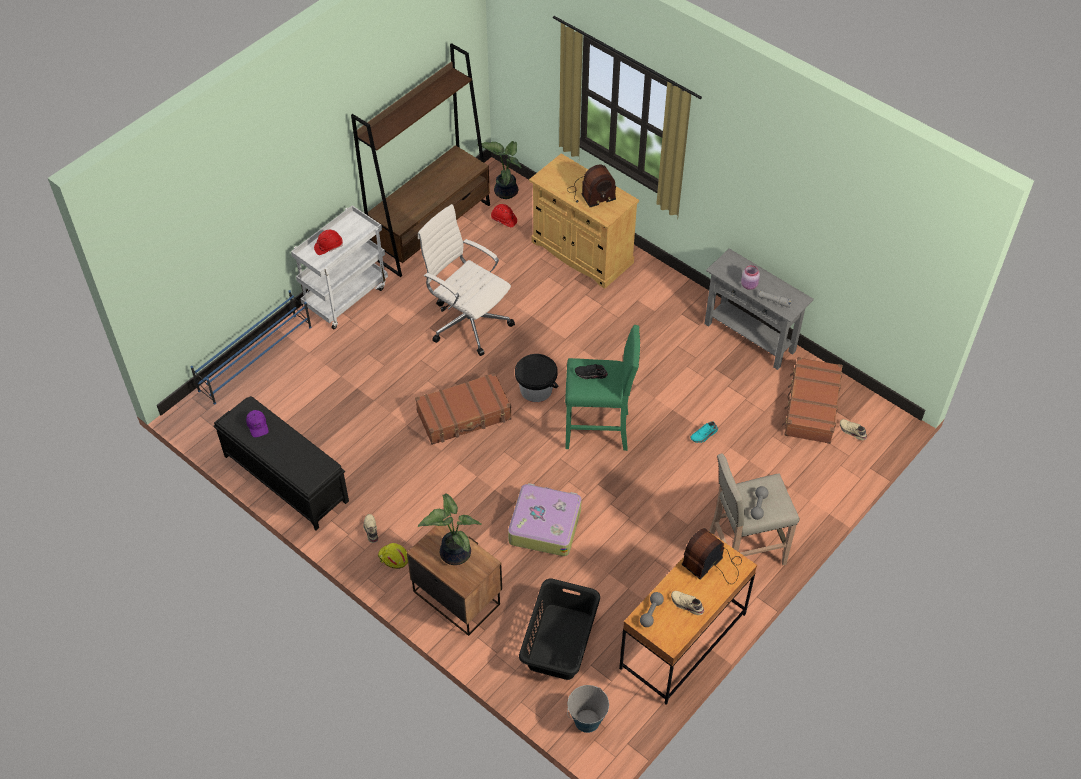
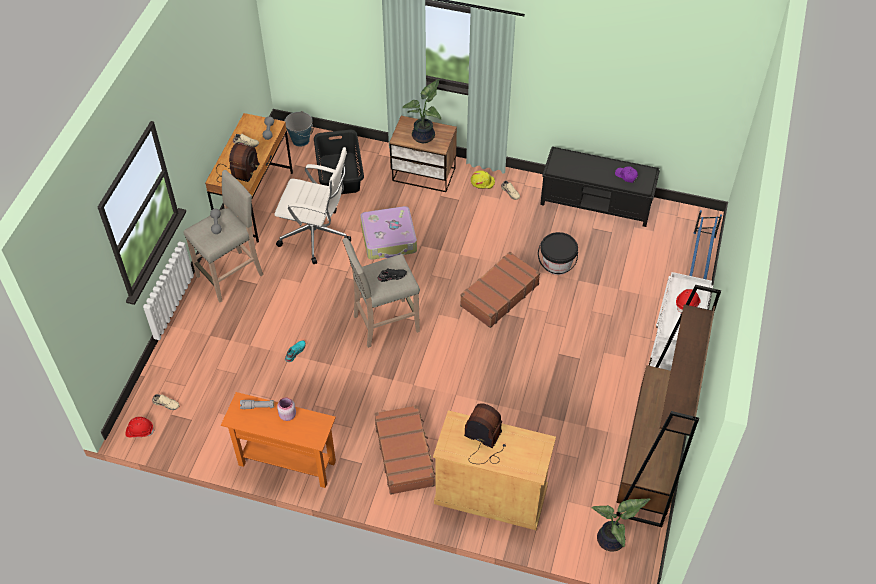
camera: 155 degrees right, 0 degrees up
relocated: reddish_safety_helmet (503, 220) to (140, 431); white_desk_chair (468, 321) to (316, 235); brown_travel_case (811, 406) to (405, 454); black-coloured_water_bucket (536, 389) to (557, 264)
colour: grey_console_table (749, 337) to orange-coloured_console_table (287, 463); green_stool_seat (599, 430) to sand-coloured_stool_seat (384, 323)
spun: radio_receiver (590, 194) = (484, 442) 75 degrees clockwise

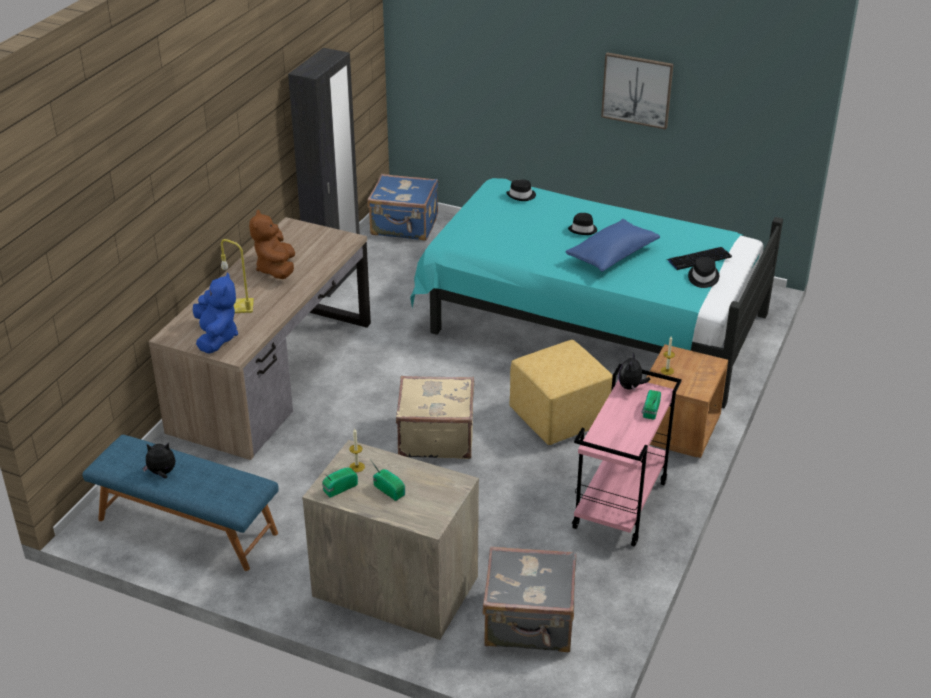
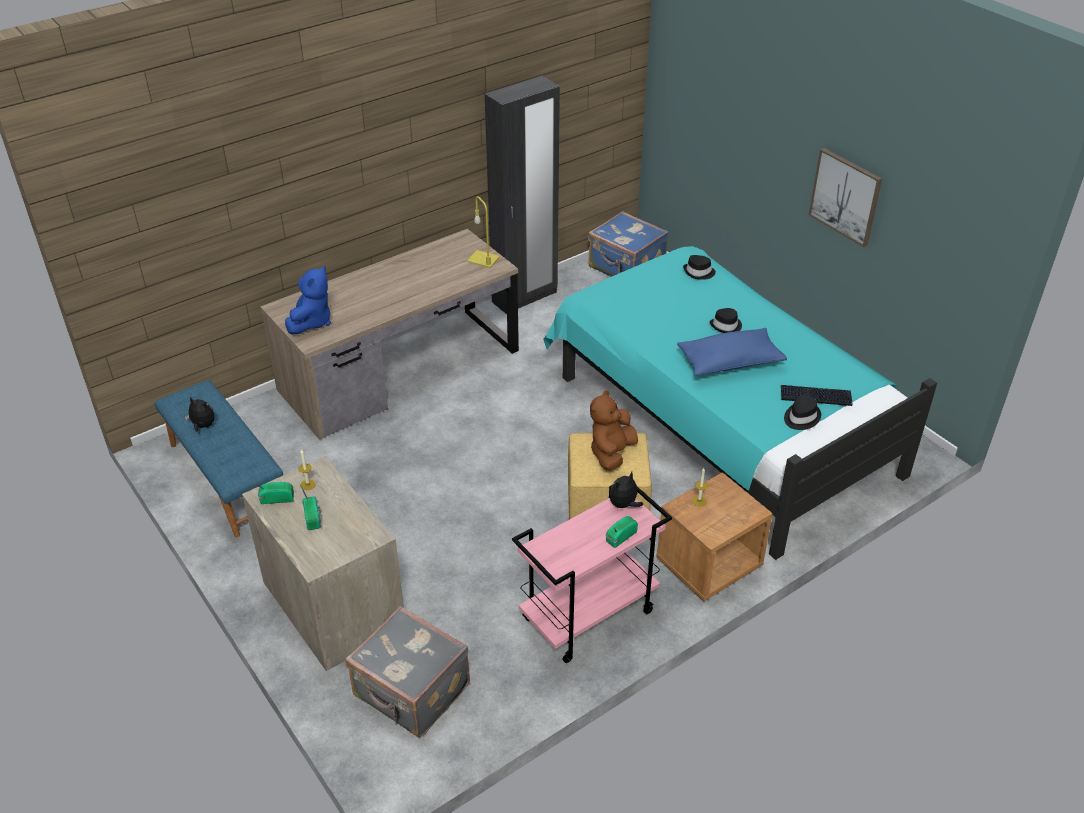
camera: 30 degrees right, 5 degrees up
missing: sand-coloured_travel_case (435, 437)
relocated: yellow-coloured_tabletop_lamp (239, 306) to (484, 259); brown_plush_toy (276, 269) to (611, 453)

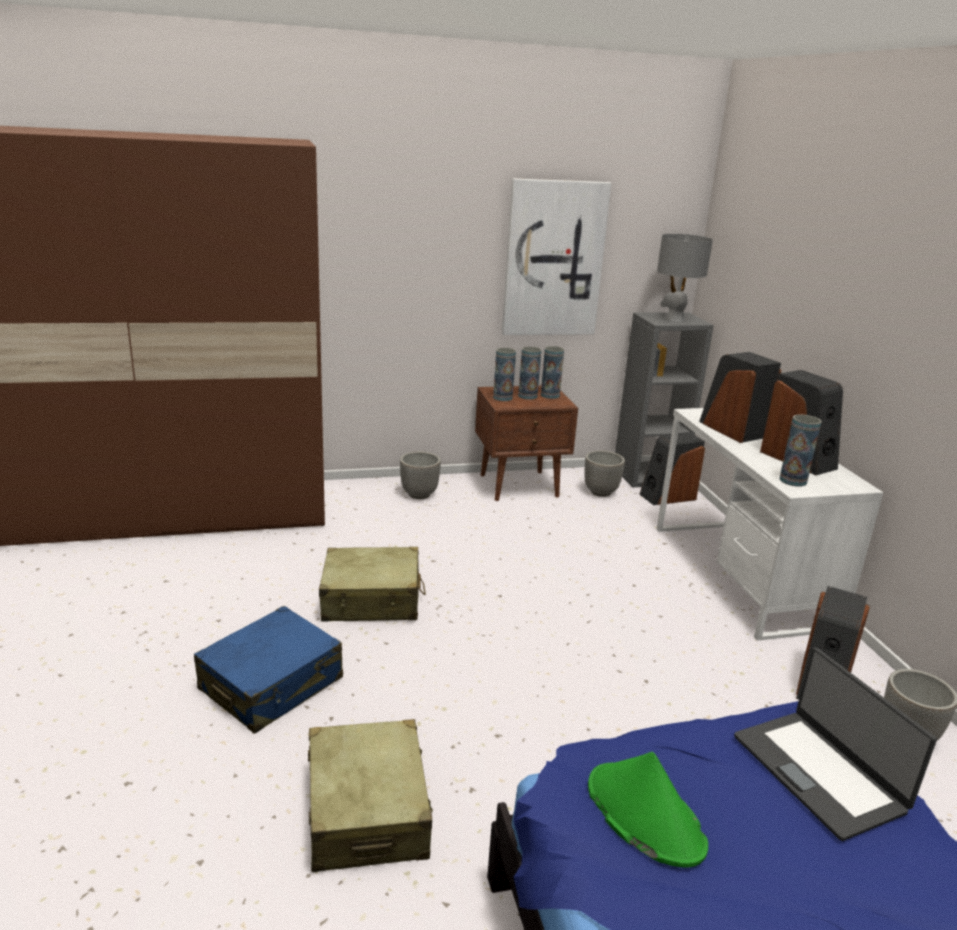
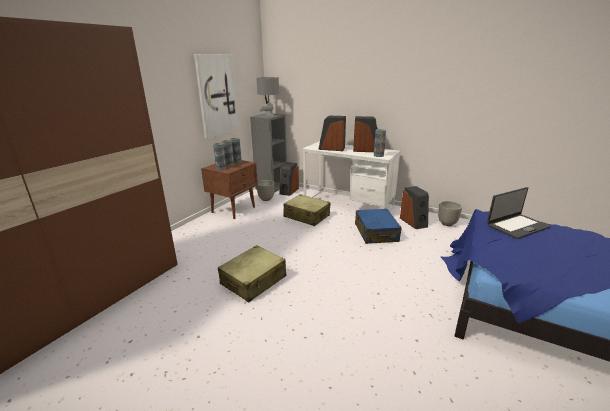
camera: 45 degrees left, 0 degrees up
missing: plant_pot (419, 495); green_hat (644, 815)
relocated: sand-coloured_travel_case (367, 811) to (306, 216); bluish_travel_case (272, 684) to (376, 233)
spun: notebook_computer (819, 772) = (517, 226) 45 degrees counterclockwise

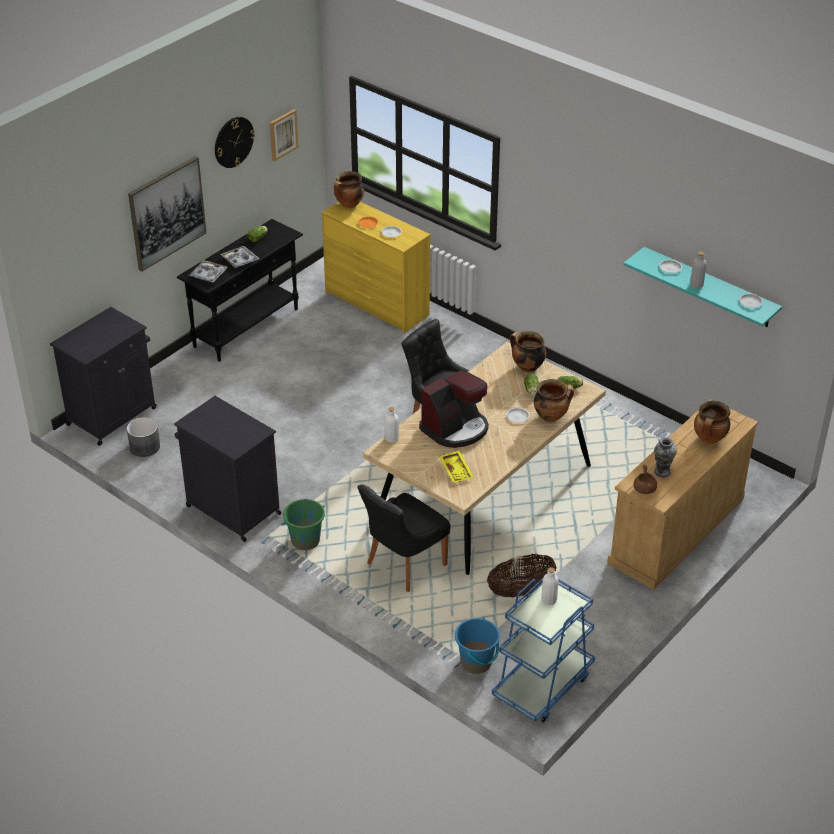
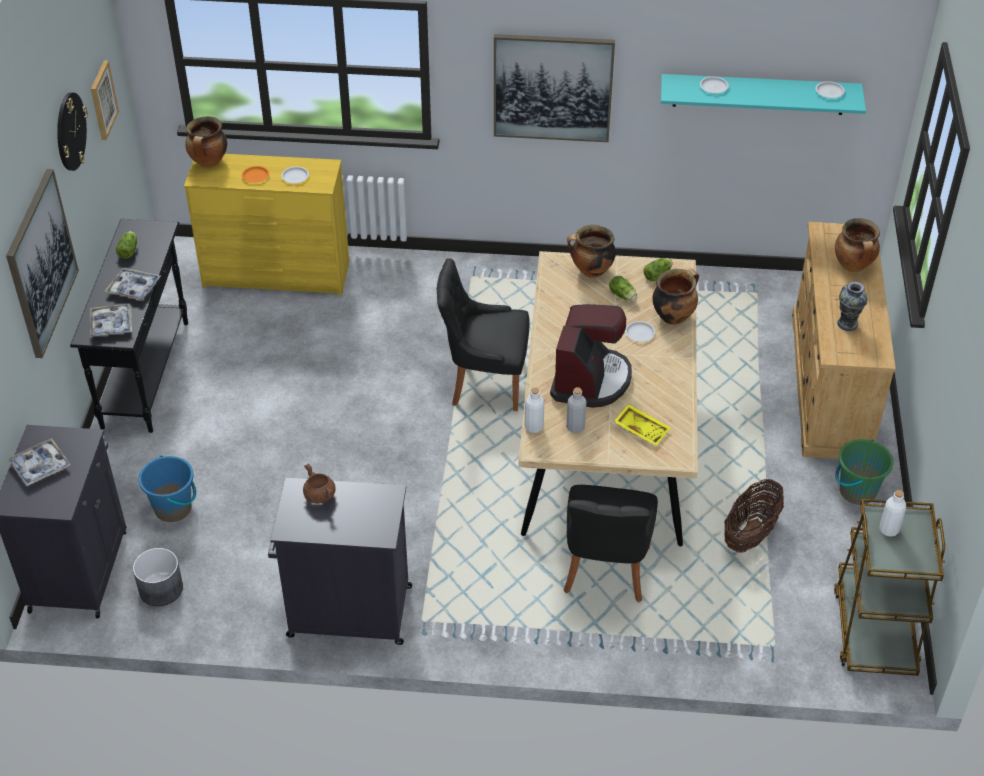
camera: 35 degrees left, 5 degrees up
appeared: serving_tray (40, 466); wall_art (552, 87)
relocated: bluish_water_bucket (476, 662) to (173, 508); brown_saucepot (644, 489) to (319, 495); grey_bottle (696, 285) to (575, 427); green_water_bucket (305, 540) to (857, 491)
colour: bluish_trolley (542, 685) to brown_trolley (874, 629)

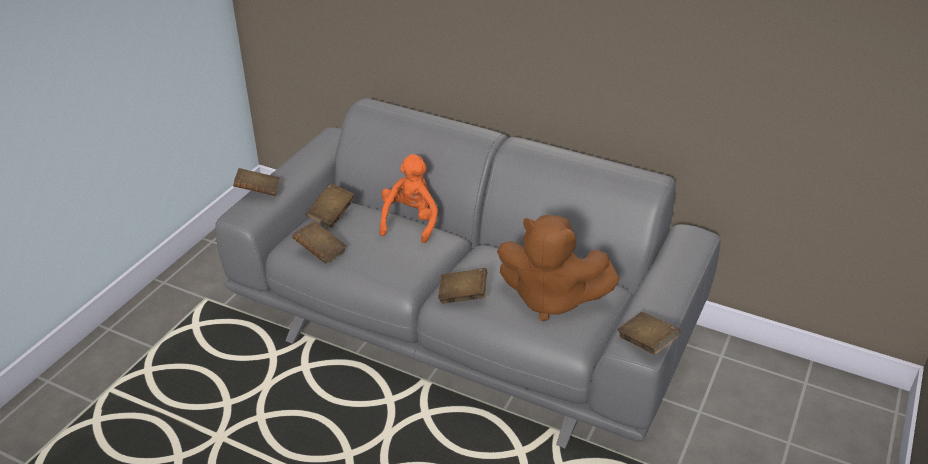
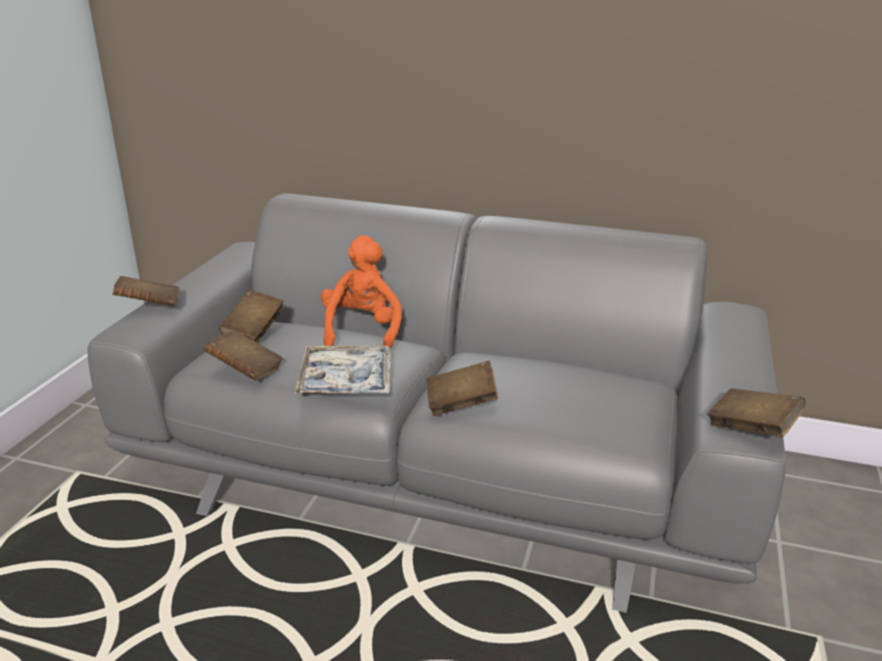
camera: 10 degrees left, 10 degrees down
missing: brown_plush_toy (550, 299)
appeared: serving_tray (346, 380)

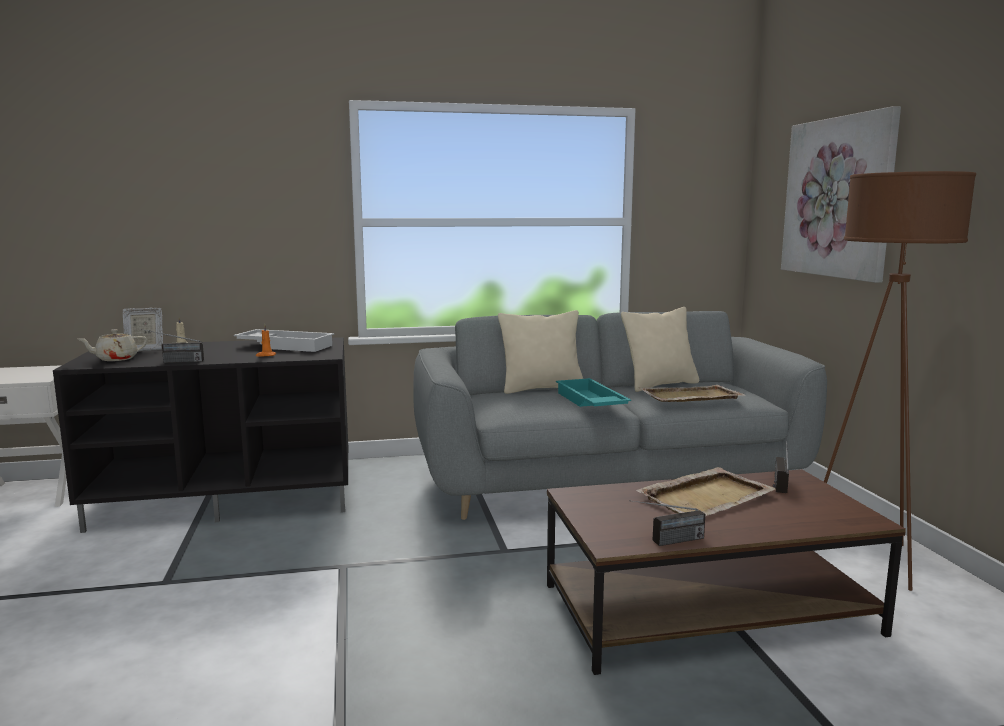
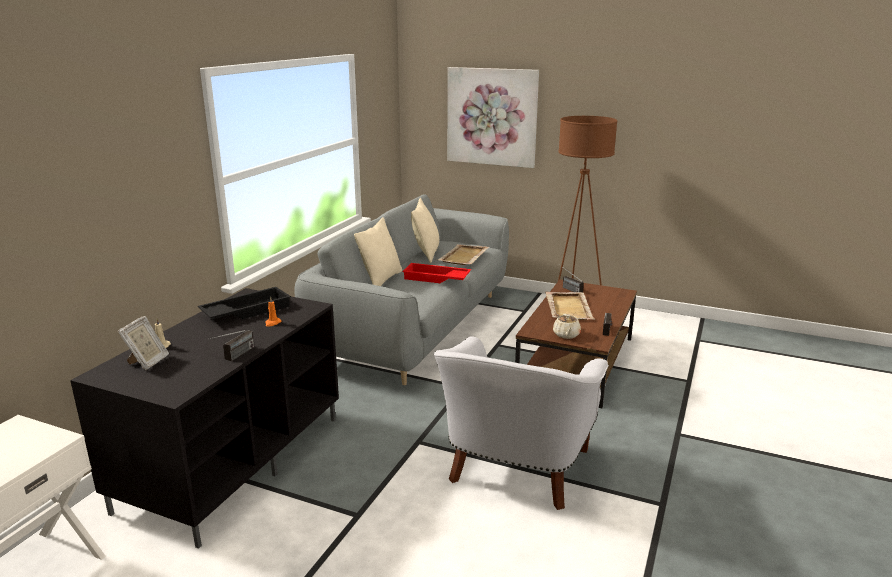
camera: 55 degrees left, 10 degrees up
appeared: white_armchair (516, 469)
relocated: sand-coloured_teapot (116, 359) to (566, 335)
colour: white_serving_tray (286, 346) to black-coloured_serving_tray (246, 311); turquoise_serving_tray (589, 402) to reddish_serving_tray (435, 278)

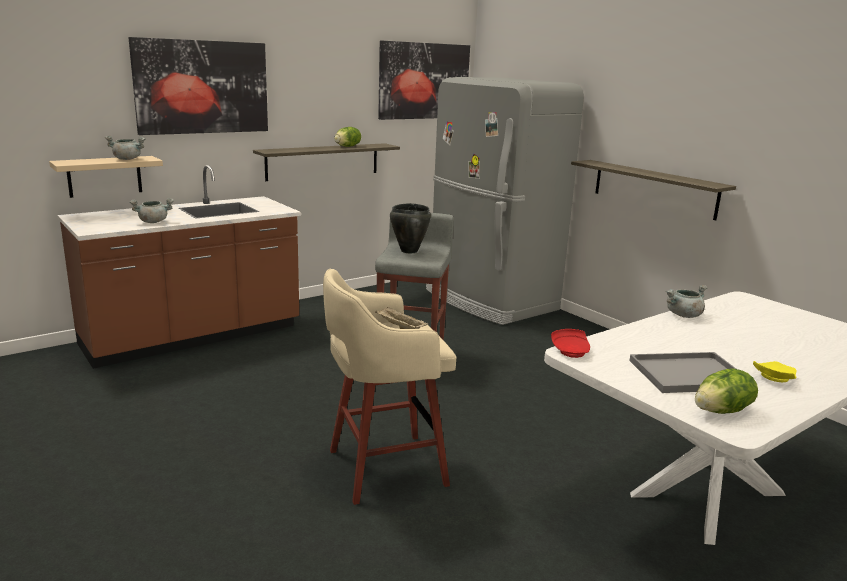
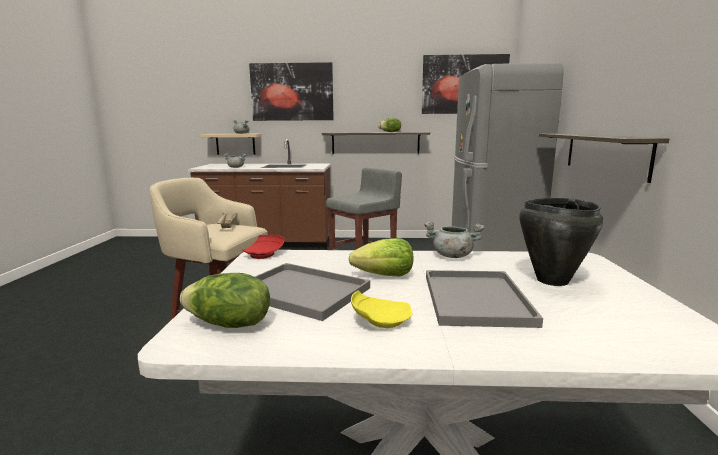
camera: 40 degrees right, 5 degrees down
appeared: head_of_lettuce (385, 276); grey_serving_tray (477, 300)
relocated: black-coloured_saucepot (408, 251) to (551, 280)

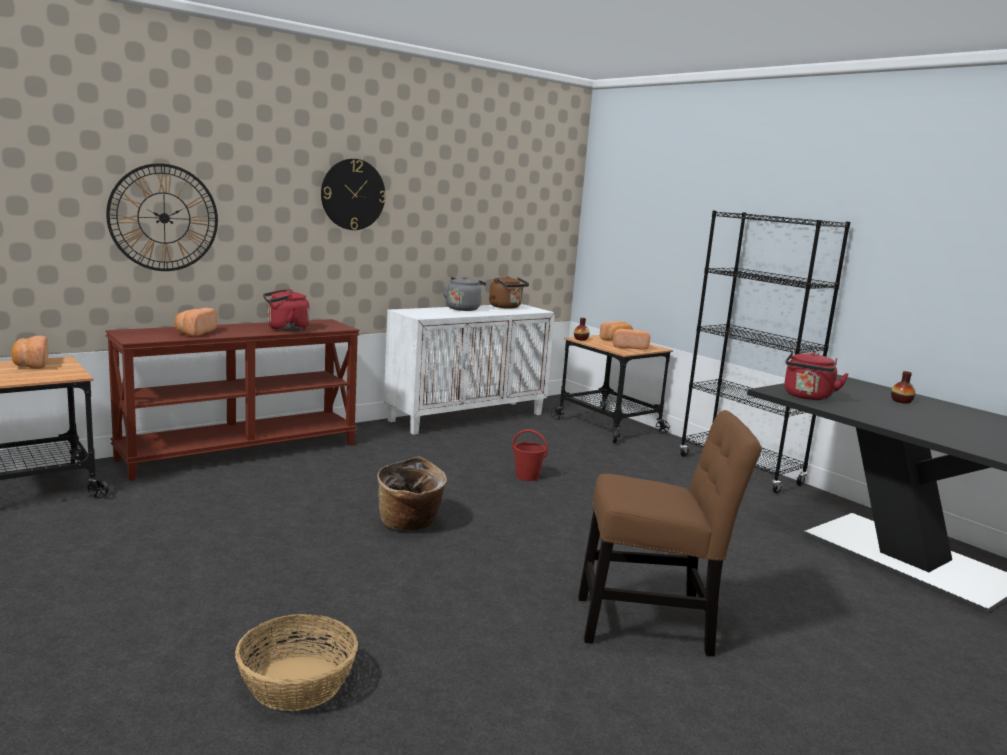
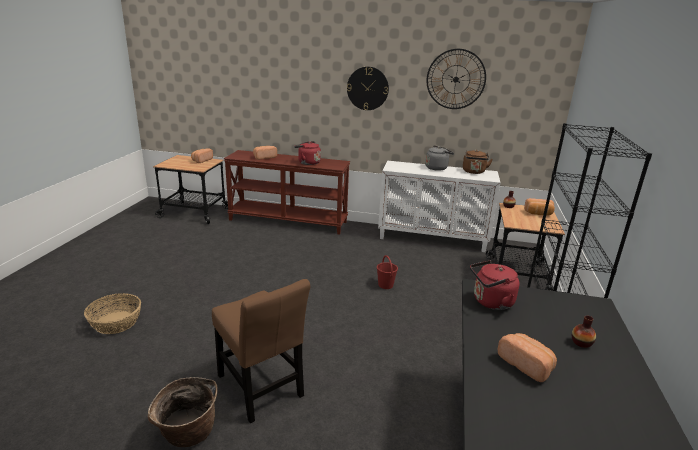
camera: 50 degrees right, 10 degrees up
relocated: basket (409, 524) to (187, 434); hanging_clock (164, 218) to (455, 79); baked_bread (629, 347) to (526, 365)

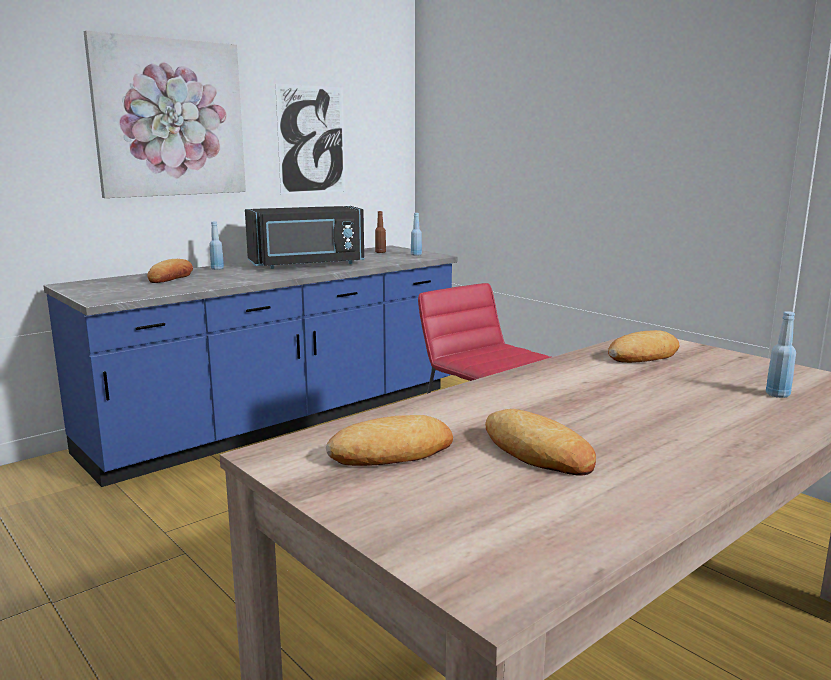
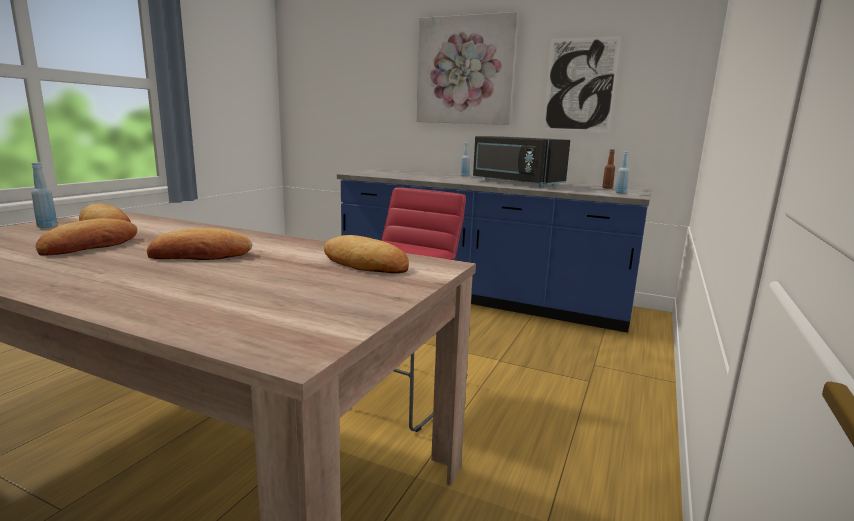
camera: 65 degrees right, 0 degrees up
relocated: bluish_bottle (777, 395) to (47, 227); baked_bread (171, 277) to (200, 255)

